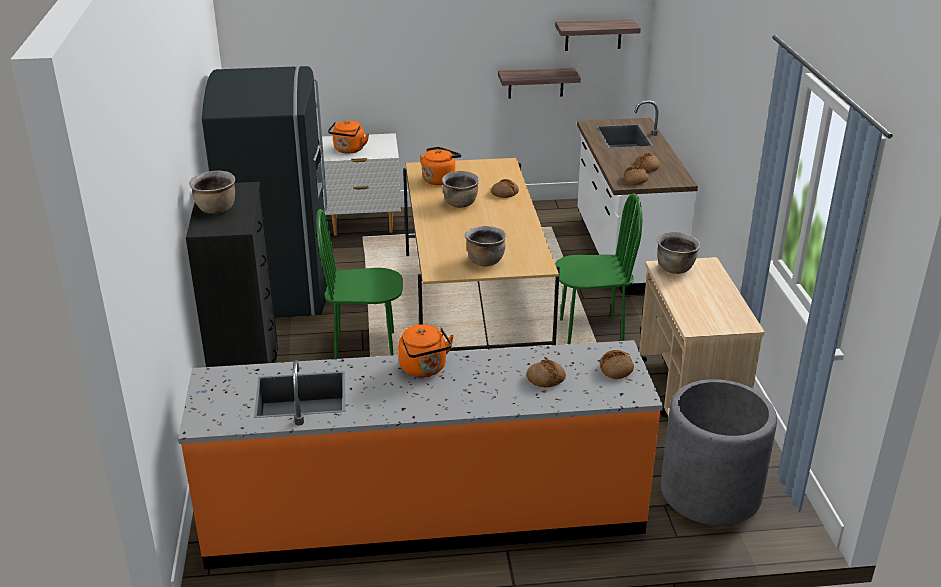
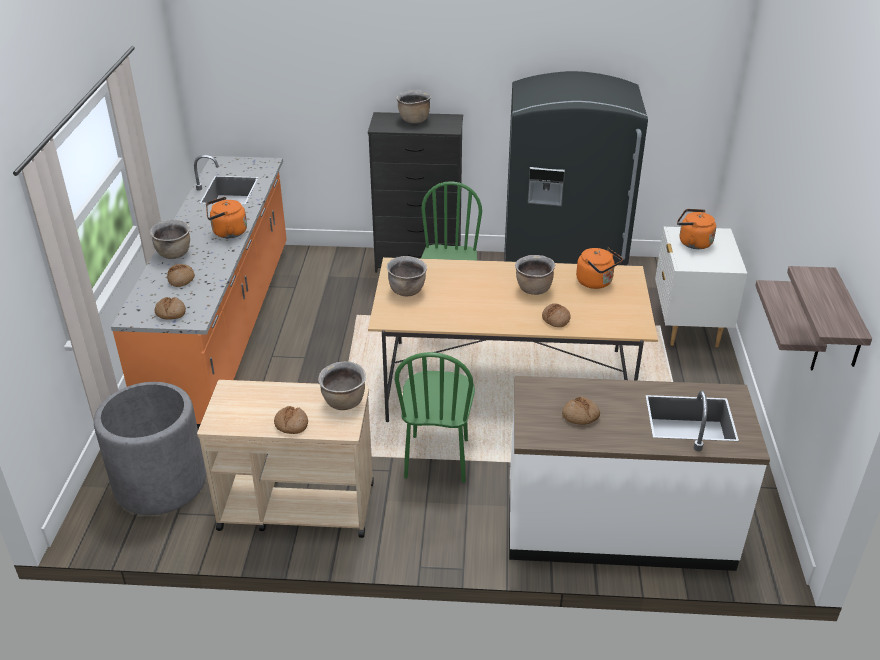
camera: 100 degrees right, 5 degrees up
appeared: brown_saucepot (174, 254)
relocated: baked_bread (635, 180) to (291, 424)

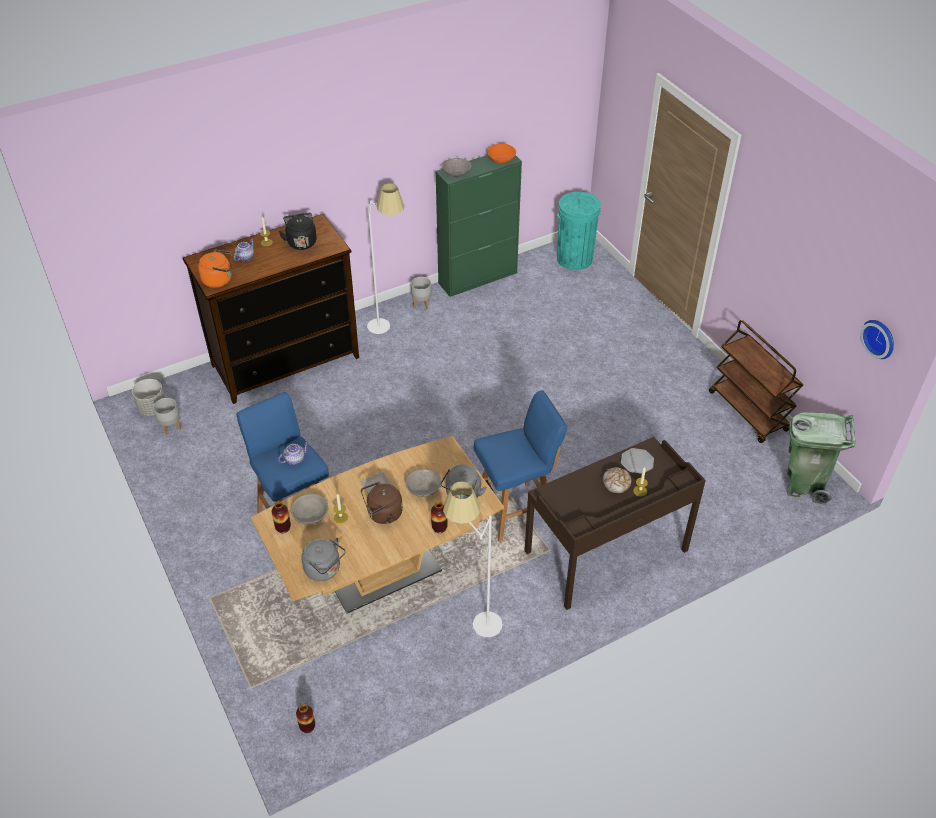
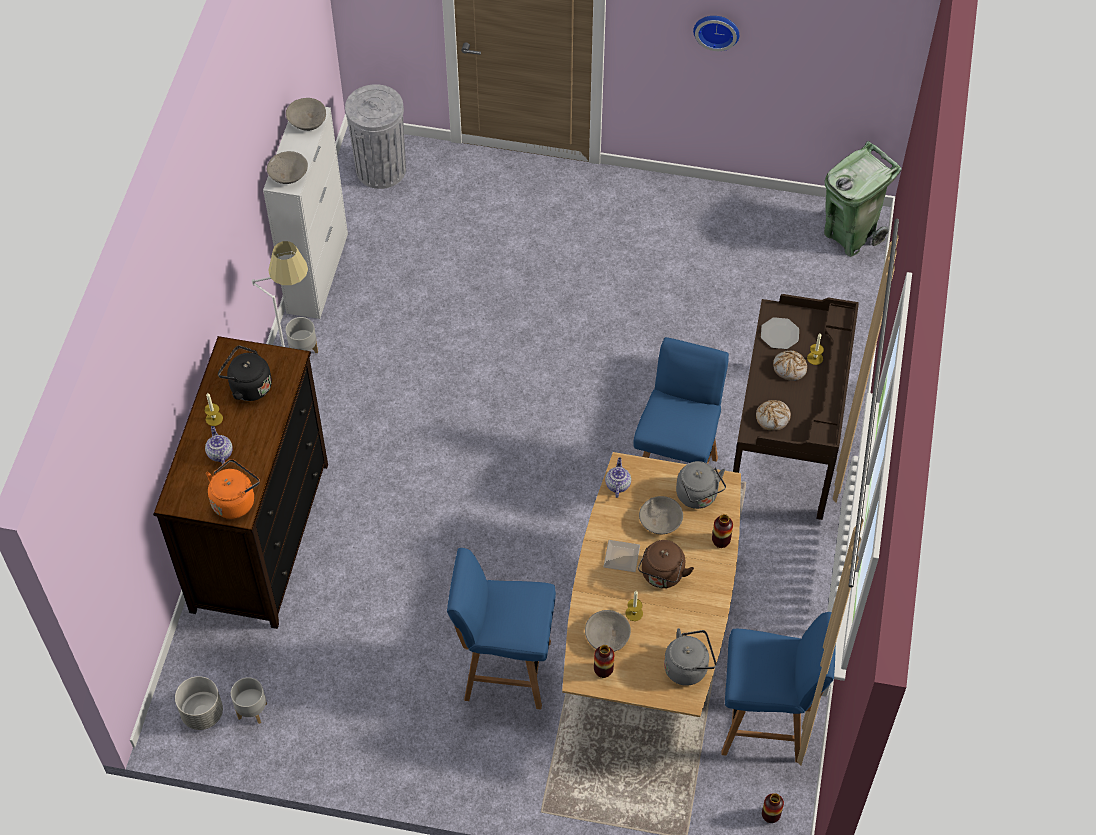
camera: 50 degrees left, 10 degrees up
missing: white_standard_lamp (473, 623); brown_trolley (749, 412)
appeared: bluish_stool_seat (765, 724); baked_bread (773, 417)
relocated: teapot (295, 459) to (617, 484); hanging_clock (880, 338) to (717, 29)
colour: green_cupboard (478, 278) to white_cupboard (318, 272); orange-coloured_deep_dish (501, 158) to grey_deep_dish (307, 120); turquoise_waste_bin (574, 258) to grey_waste_bin (381, 169)

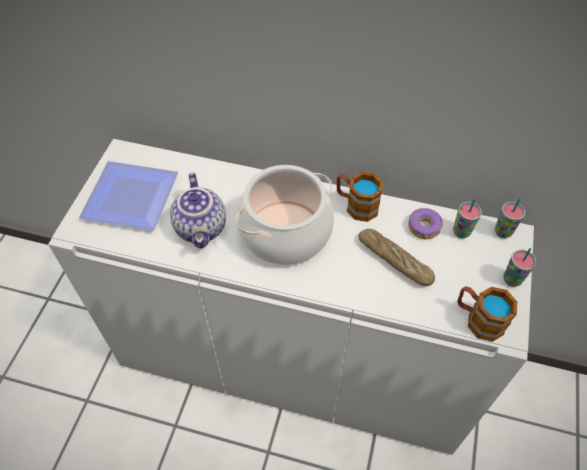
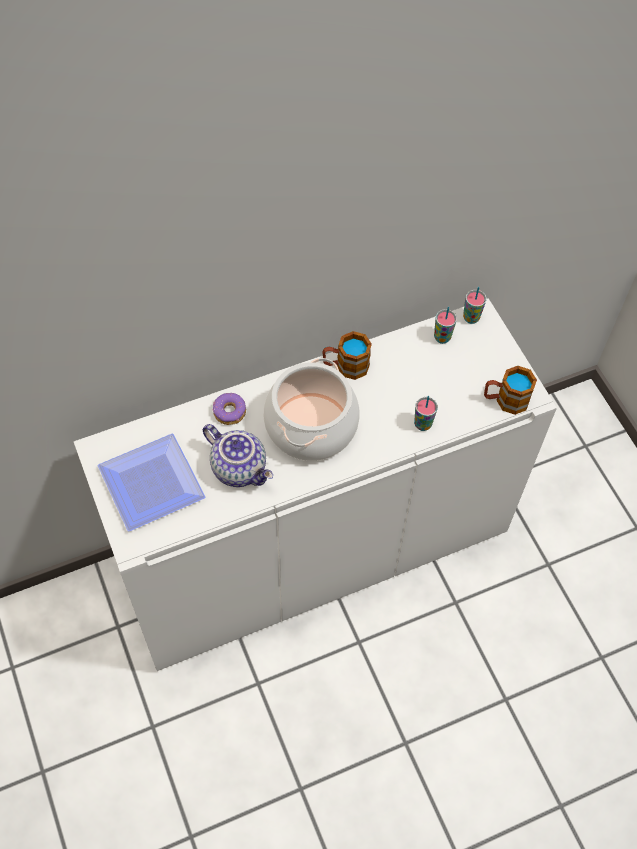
camera: 40 degrees left, 5 degrees up
missing: baked_bread (394, 261)
relocated: donut (424, 227) to (229, 412); cup (512, 280) to (422, 424)

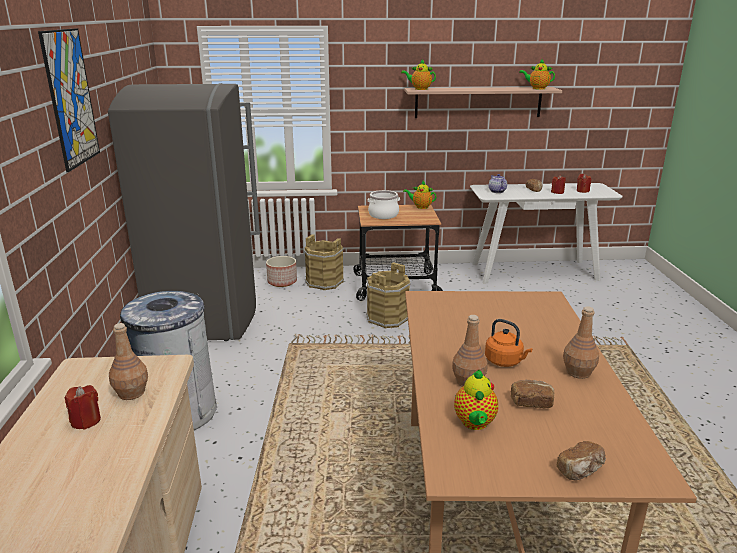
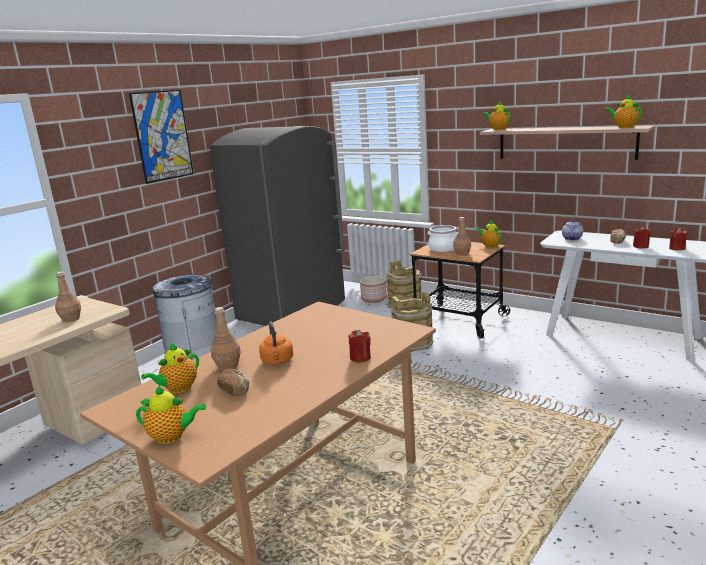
camera: 40 degrees right, 5 degrees down
relocated: reddish_wax_candle (86, 421) to (360, 358); brown_bottle (577, 372) to (462, 254)
exchanged: baked_bread (581, 471) to teapot (172, 437)

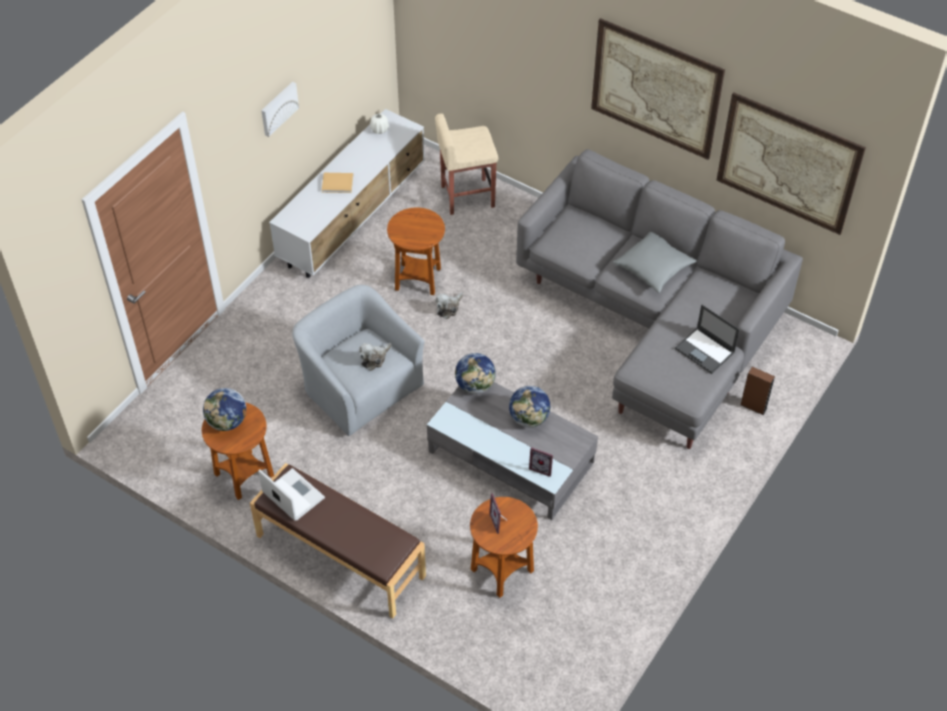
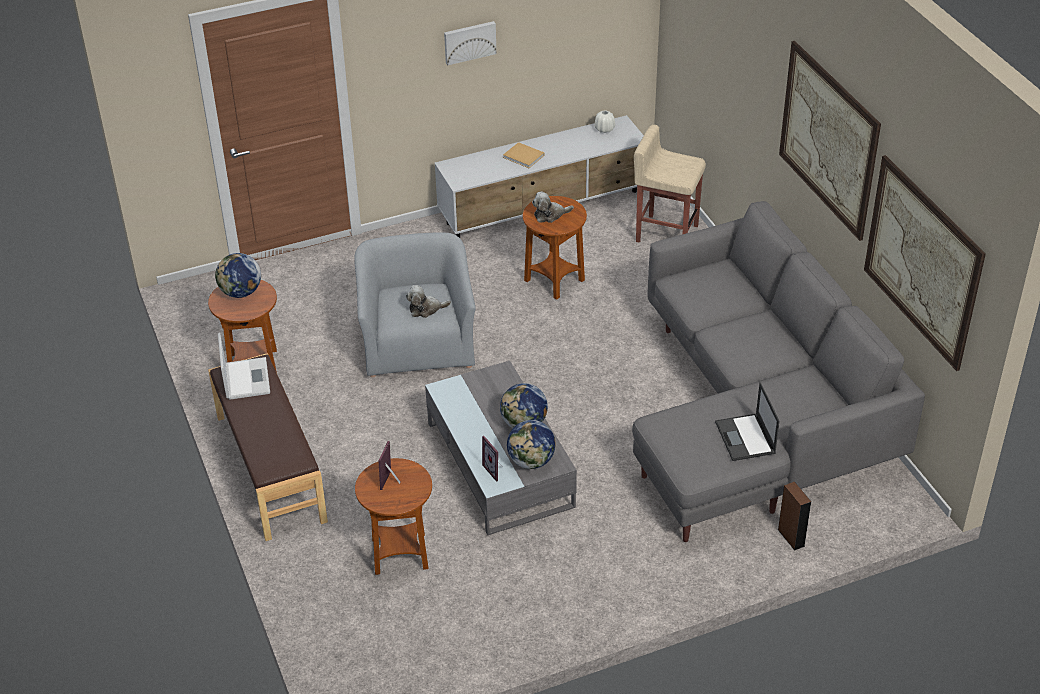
camera: 35 degrees right, 10 degrees down
missing: grey_throw_pillow (653, 268)
relocated: globe (475, 385) to (531, 461); plush_toy (449, 308) to (550, 215)

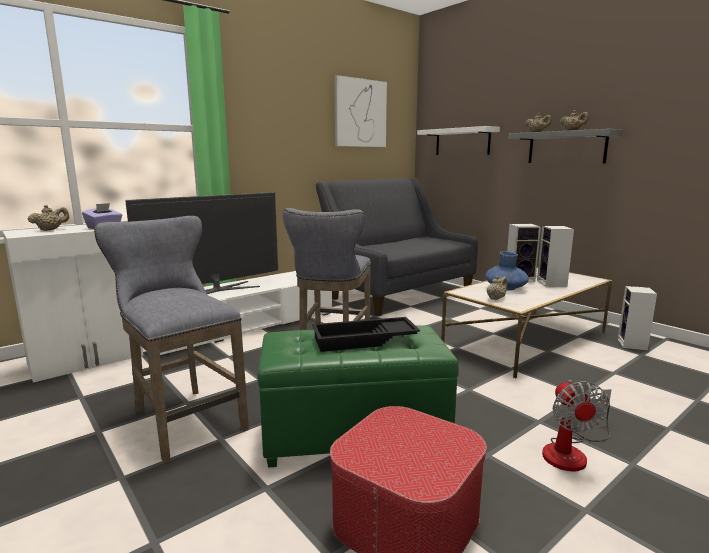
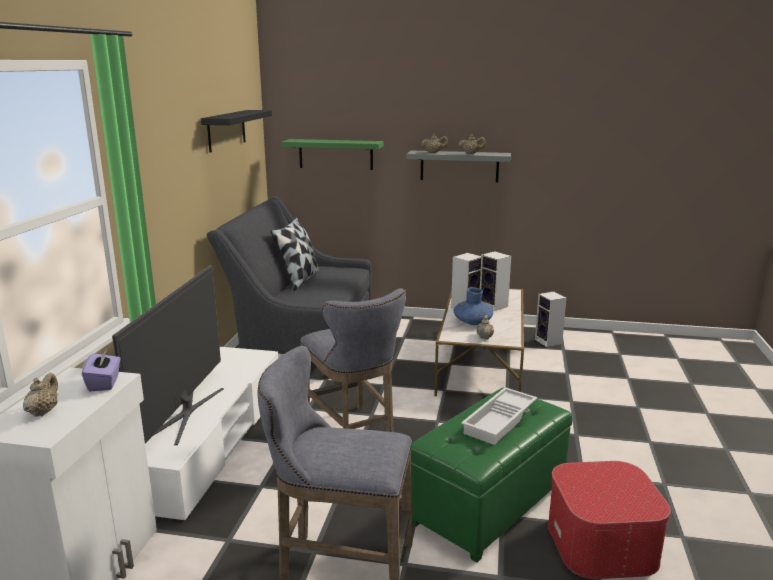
camera: 40 degrees left, 5 degrees up
missing: fan (571, 451)
appeared: throw_pillow (299, 280)
exchanged: wall_art (360, 113) to black-coloured_shelf (226, 130)
colour: white_shelf (462, 142) to green_shelf (335, 154); black-coloured_serving_tray (364, 340) to white_serving_tray (500, 421)

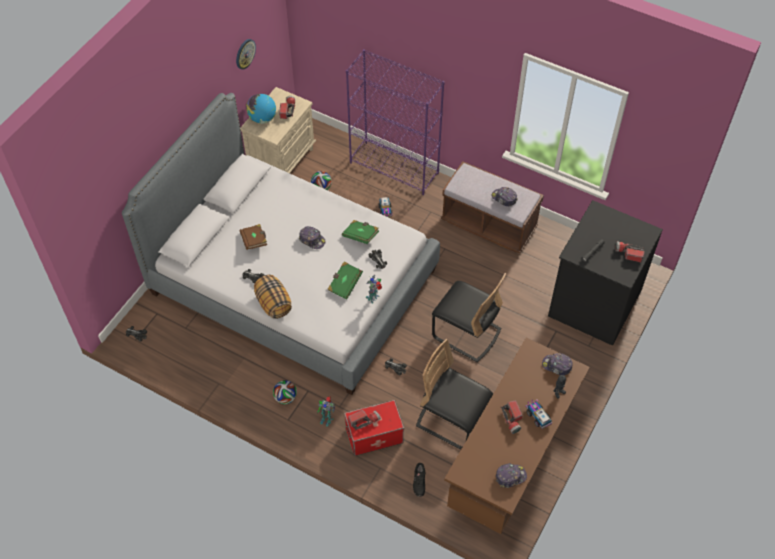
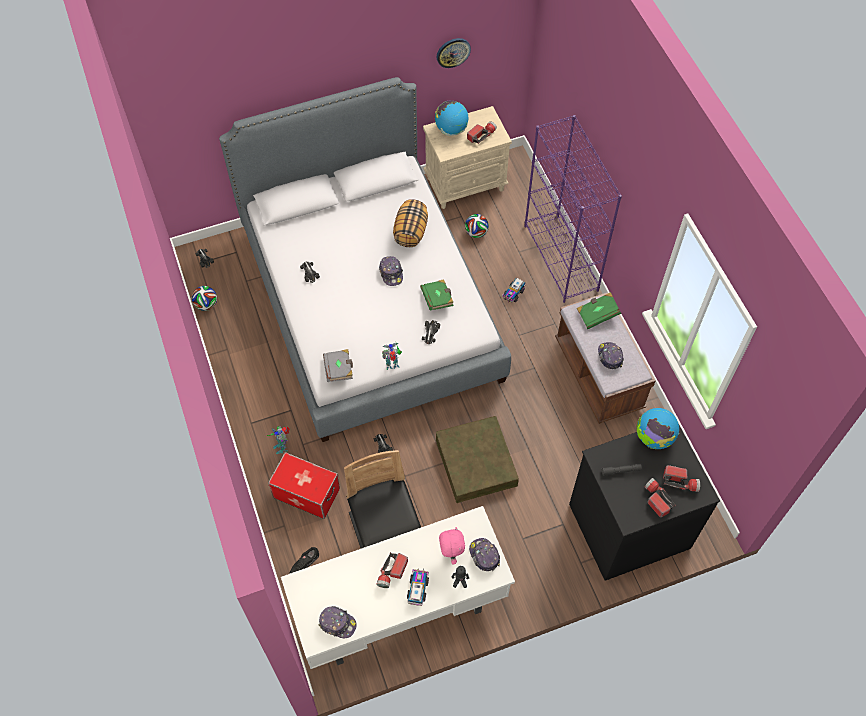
camera: 40 degrees right, 5 degrees up
missing: brown_book (254, 241)
appeared: grey_book (339, 369); pink-coloured_plush_toy (451, 553); globe (654, 437)
relocated: football_ball (285, 398) to (206, 305); throw_pillow (273, 304) to (410, 232); green_book (344, 284) to (597, 314); flashlight (364, 421) to (680, 482)
exchanged: black-coloured_plain_chair (466, 333) to brown_storage_box (476, 463)
colour: brown_desk (511, 461) to white_desk (400, 613)

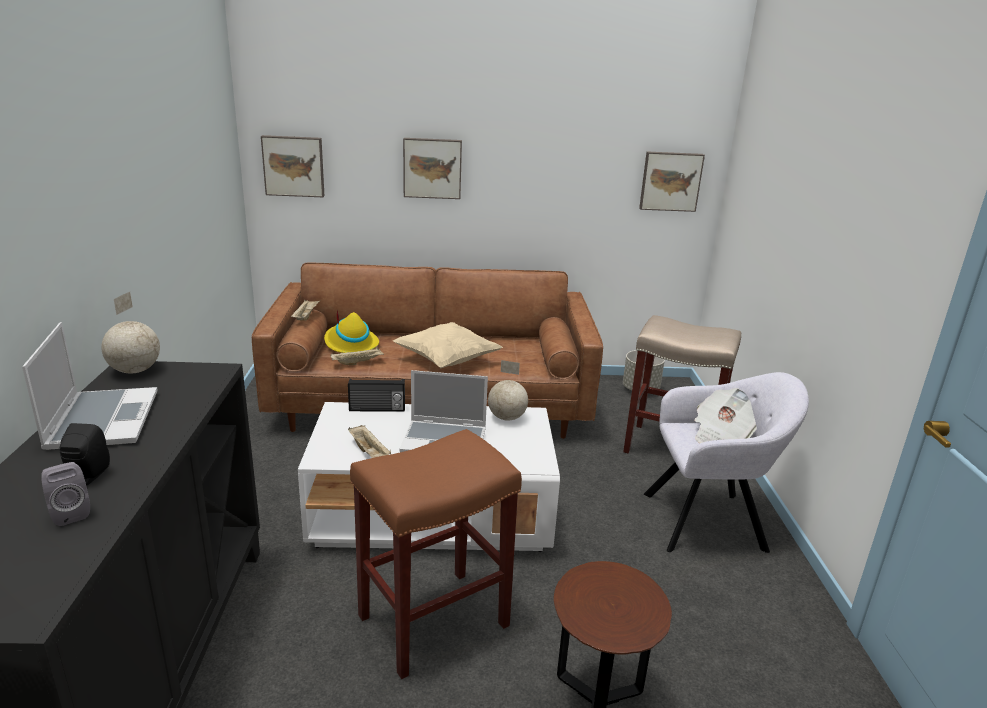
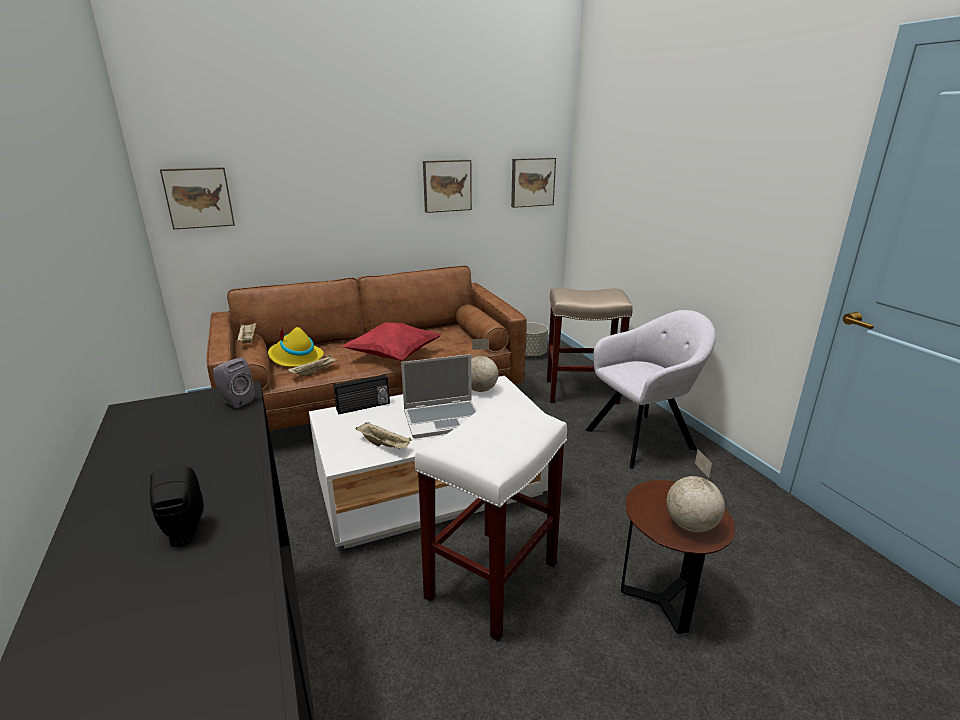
camera: 20 degrees left, 0 degrees up
missing: notebook_computer (102, 420); newspaper (722, 434)
relocated: grey_audio_speaker (70, 513) to (235, 401); wall_art (432, 168) to (446, 185); globe (134, 371) to (690, 526)
colour: sand-coloured_throw_pillow (447, 361) to reddish_throw_pillow (393, 356); brown_stool_seat (432, 622) to white_stool_seat (492, 582)

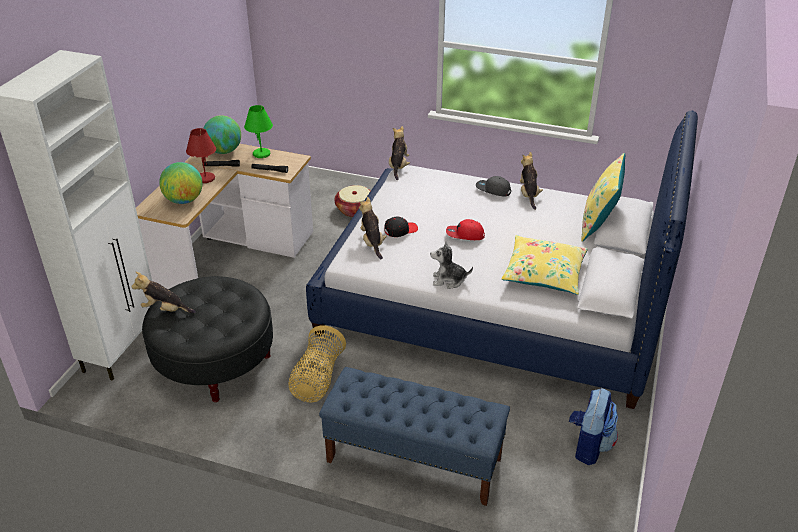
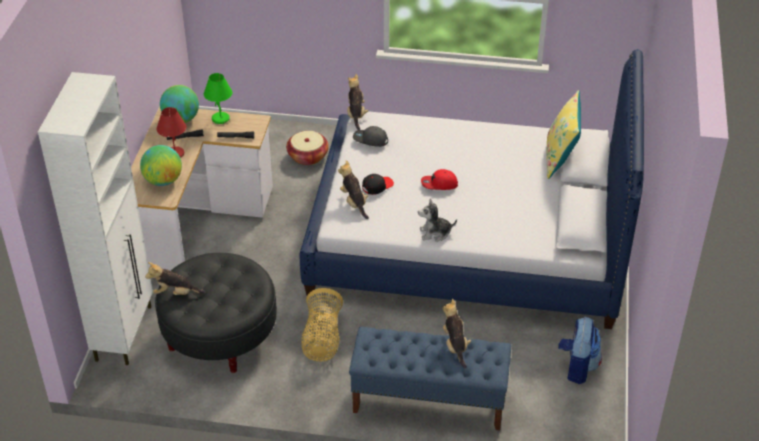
camera: 10 degrees left, 5 degrees up
missing: yellow-coloured_throw_pillow (544, 273)
relocated: grey_peaked_cap (493, 190) to (370, 140); plush_toy (528, 195) to (455, 345)

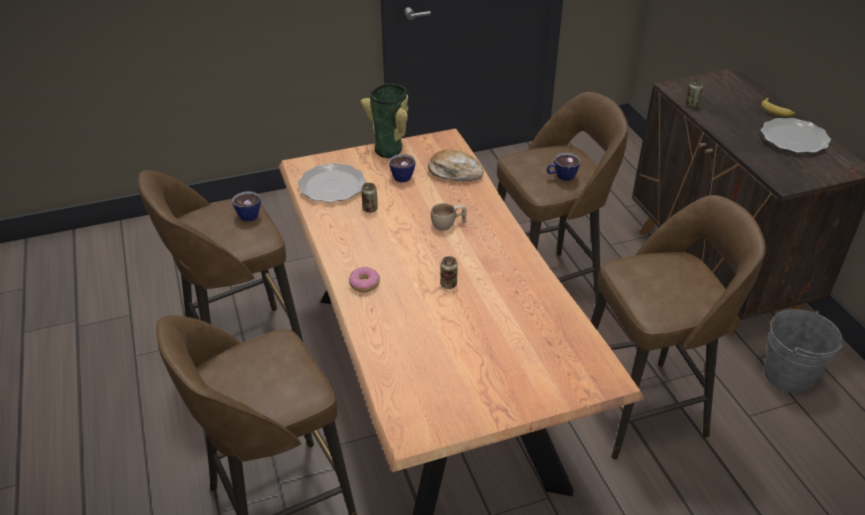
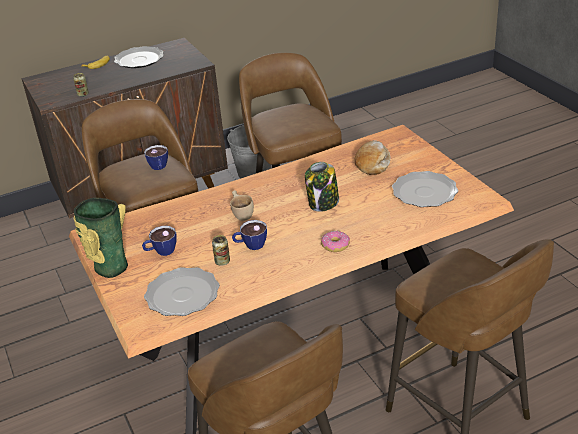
camera: 95 degrees left, 5 degrees down
appeared: flat_dish (424, 192)
relocated: cup (250, 213) to (250, 245); baked_bread (455, 172) to (372, 163)
exchanged: metal_can (448, 284) to preserve_jar (323, 203)

